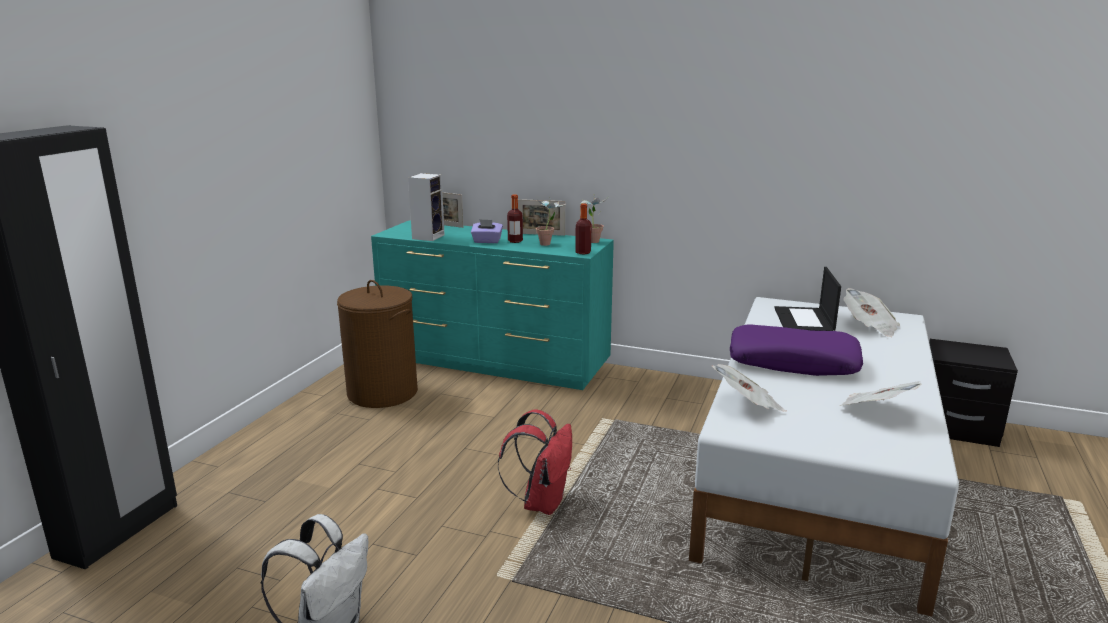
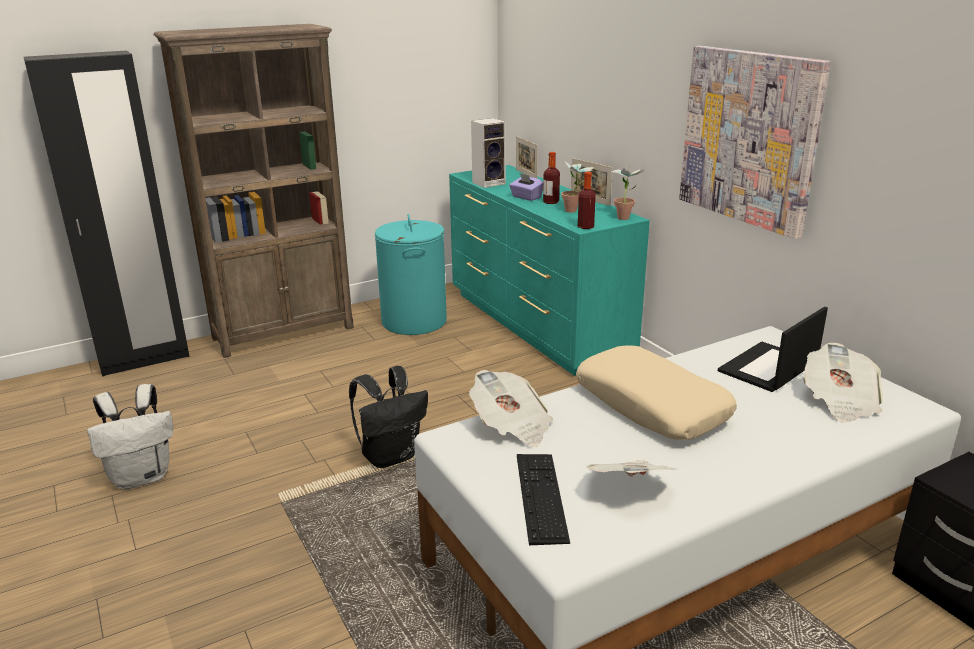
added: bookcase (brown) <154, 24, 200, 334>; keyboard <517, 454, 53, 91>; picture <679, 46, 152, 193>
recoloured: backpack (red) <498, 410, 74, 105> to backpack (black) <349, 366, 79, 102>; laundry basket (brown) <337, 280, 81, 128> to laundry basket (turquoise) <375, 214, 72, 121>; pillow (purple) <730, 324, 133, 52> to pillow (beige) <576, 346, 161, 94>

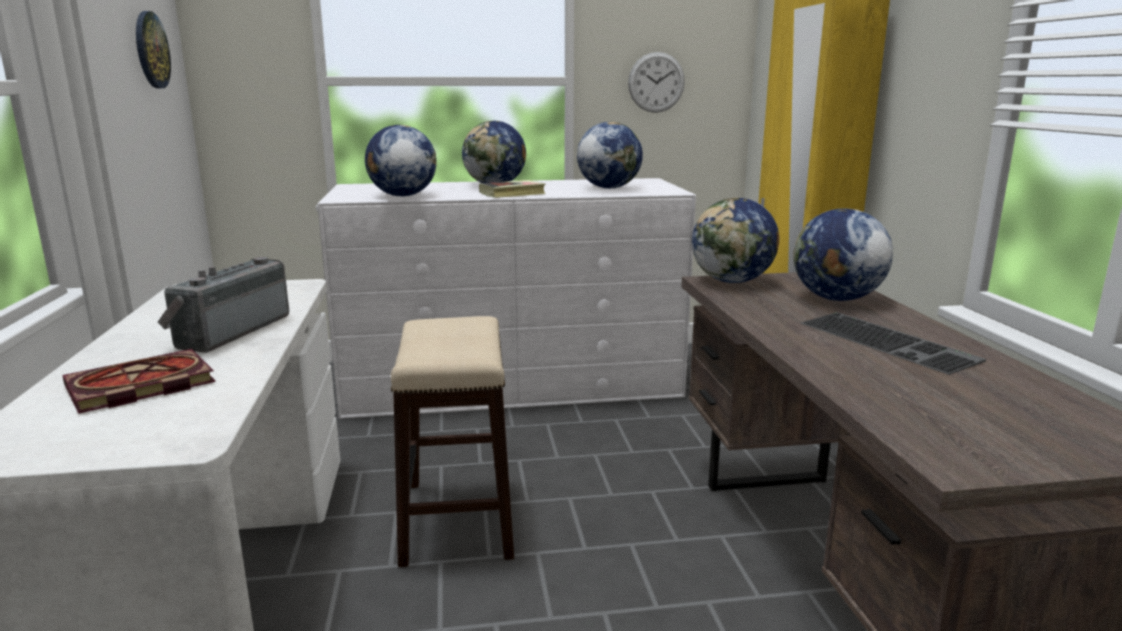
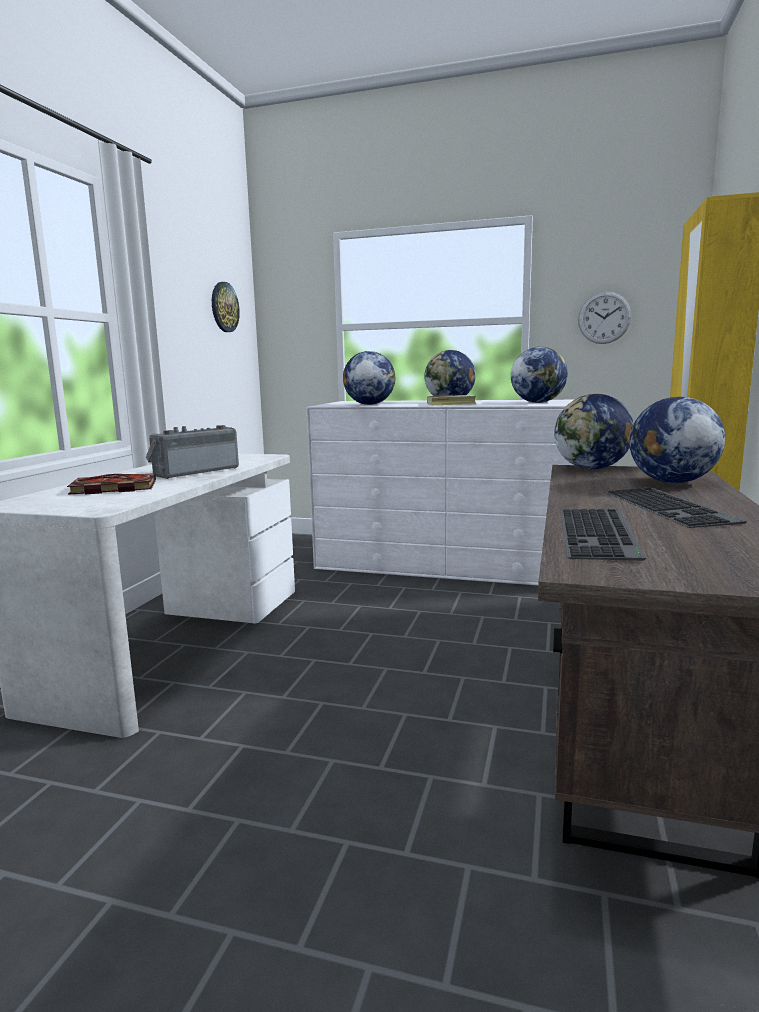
removed: stool <391, 316, 123, 251>
added: keyboard <561, 509, 85, 52>

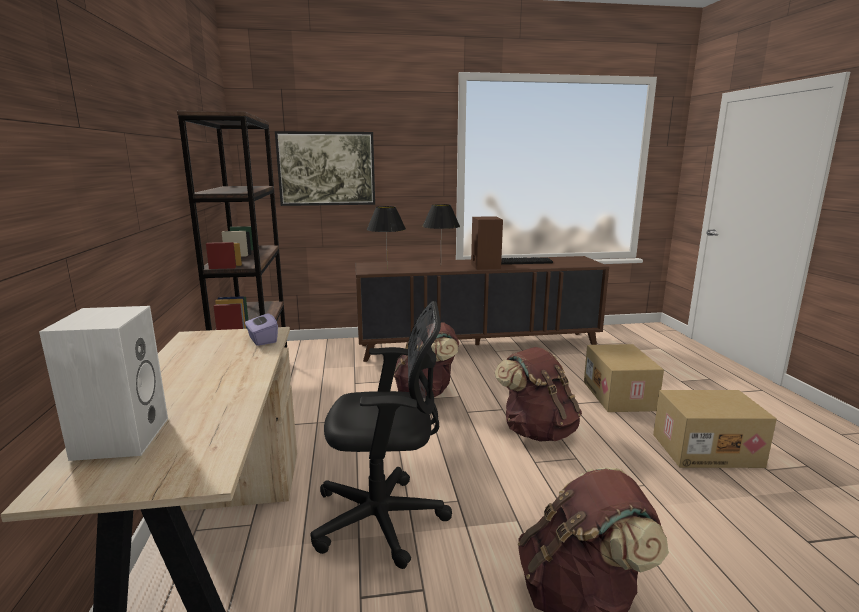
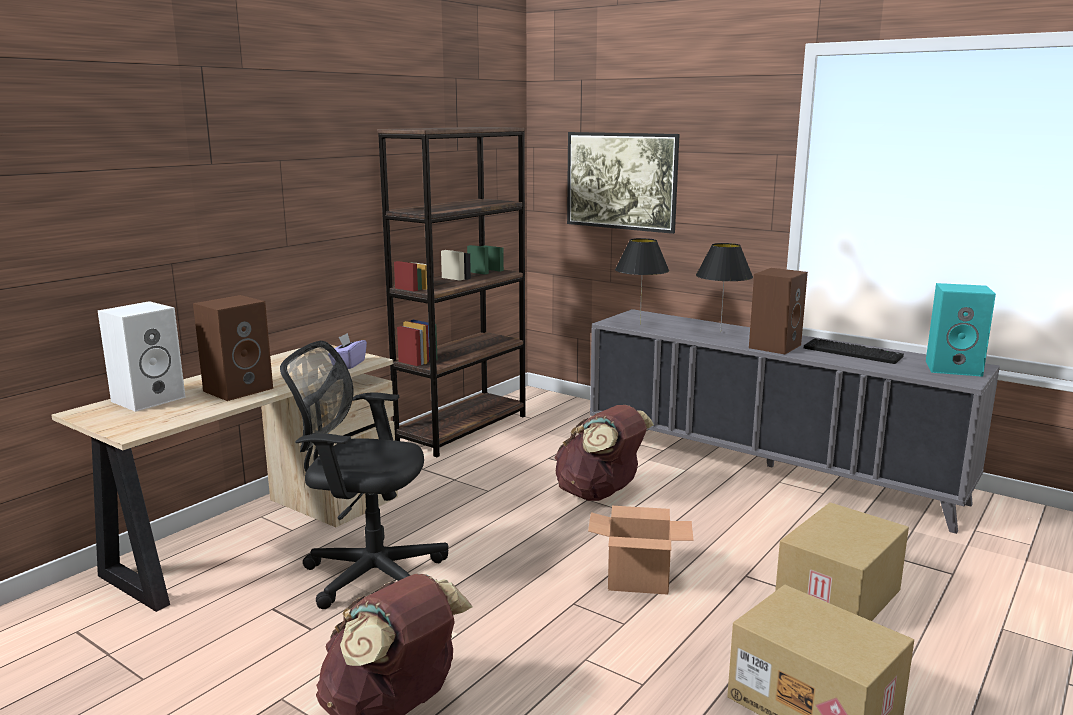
added: speaker (brown) <193, 295, 80, 106>; speaker (turquoise) <926, 283, 70, 94>
replaced: backpack (brown) <495, 347, 87, 94> to cardboard box <588, 506, 106, 89>
recoloured: cabinet (brown) <355, 256, 254, 106> to cabinet (grey) <590, 309, 410, 225>
turned: office chair (black) <310, 301, 142, 268> = <280, 341, 168, 268> 150 degrees clockwise

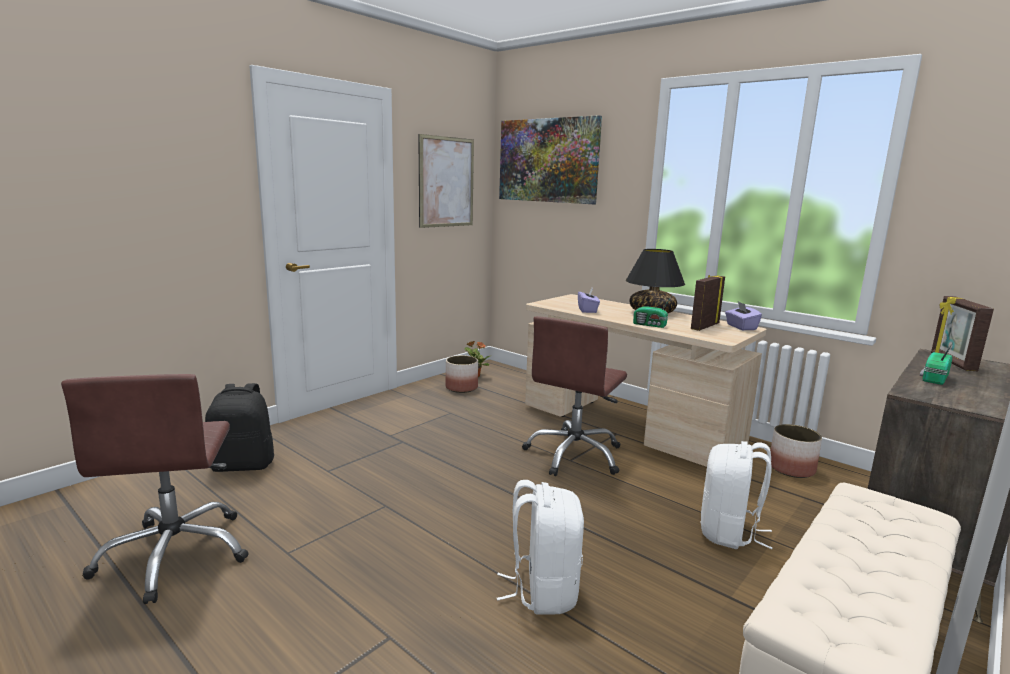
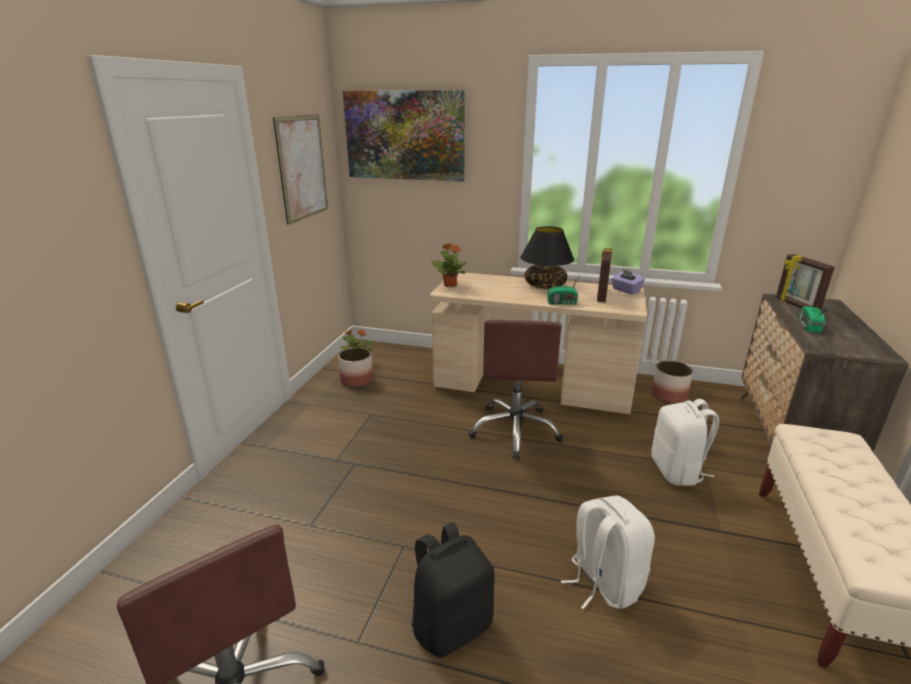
removed: tissue box (purple) <578, 288, 22, 25>
added: potted plant <431, 243, 36, 44>
moved: backpack (black) <205, 383, 69, 89> to <411, 522, 84, 136>

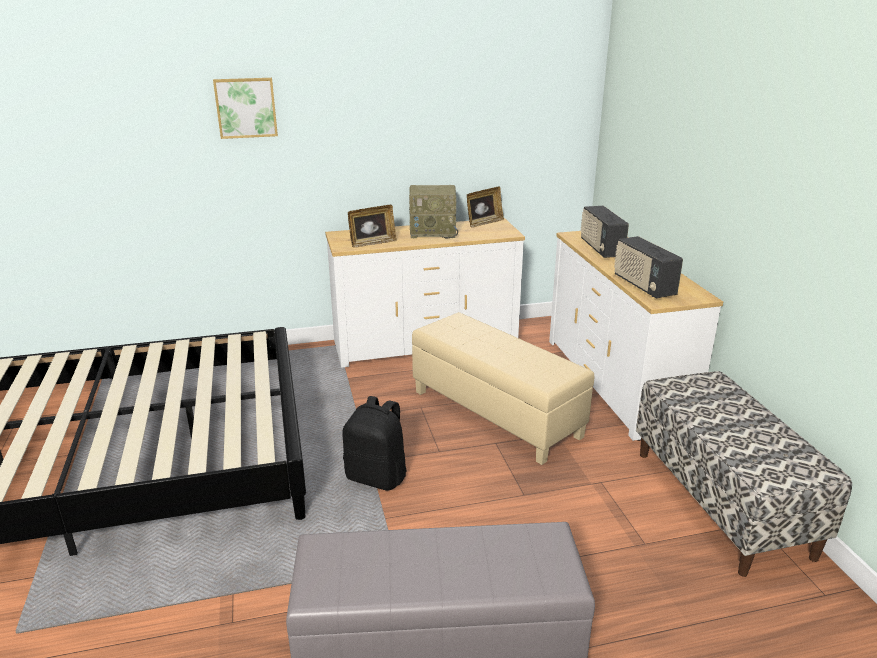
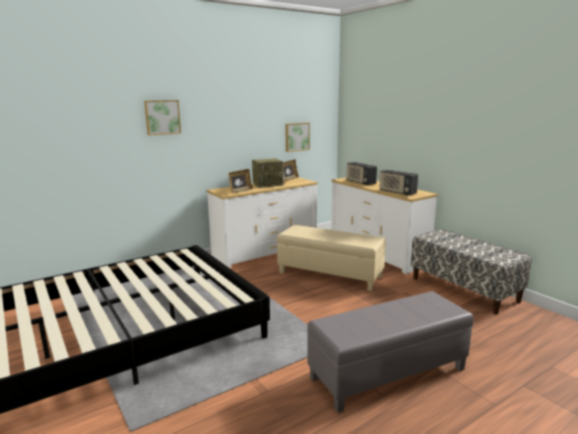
removed: backpack (black) <343, 396, 63, 94>
added: picture <286, 123, 24, 29>

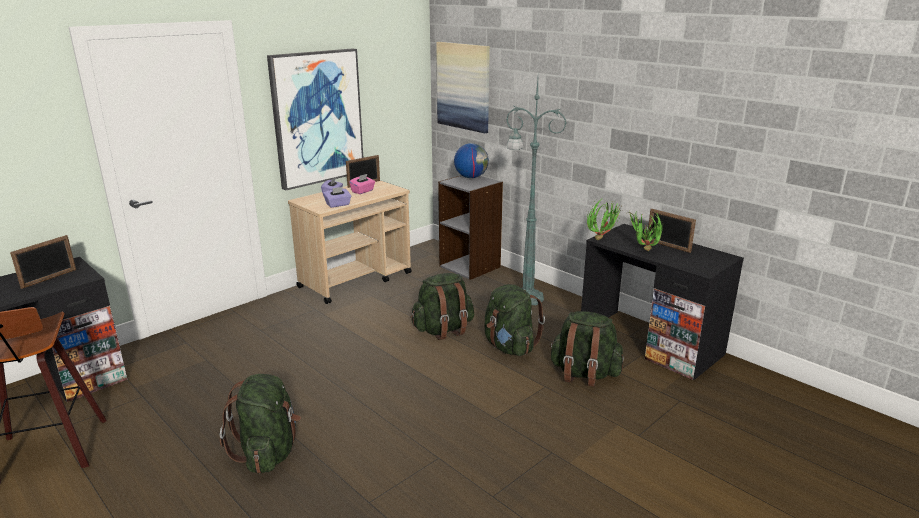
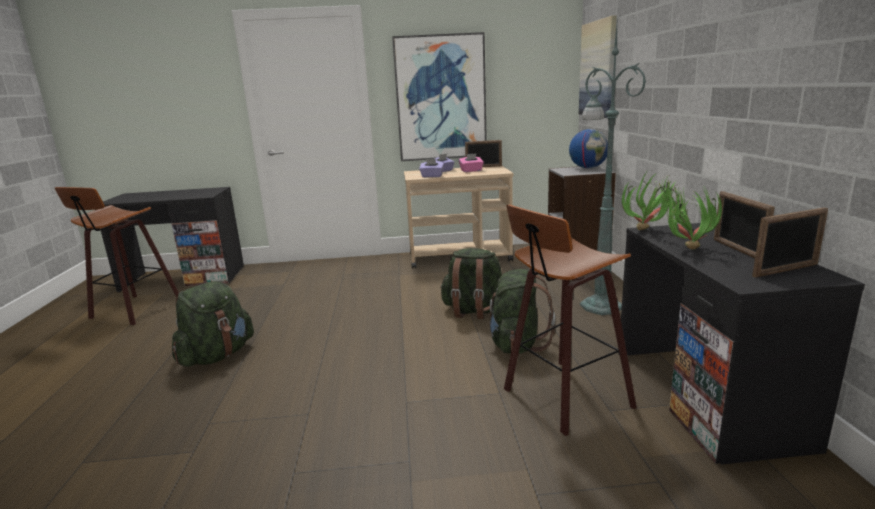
moved: picture frame <10, 235, 66, 54> to <752, 207, 76, 71>
replaced: backpack (green) <550, 311, 74, 76> to stool <504, 205, 133, 231>

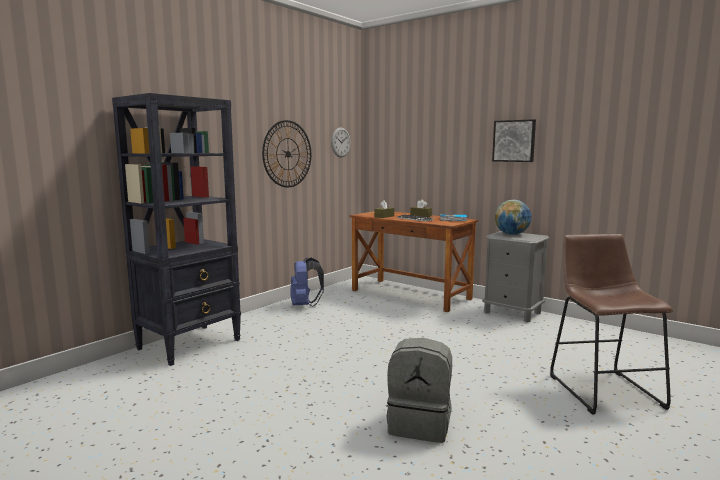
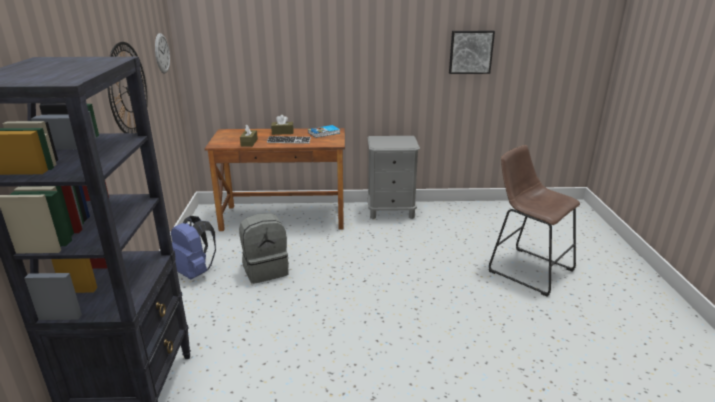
removed: globe <495, 200, 36, 35>
moved: backpack (grey) <387, 338, 65, 105> to <239, 213, 50, 71>; picture <492, 119, 44, 43> to <449, 31, 46, 43>

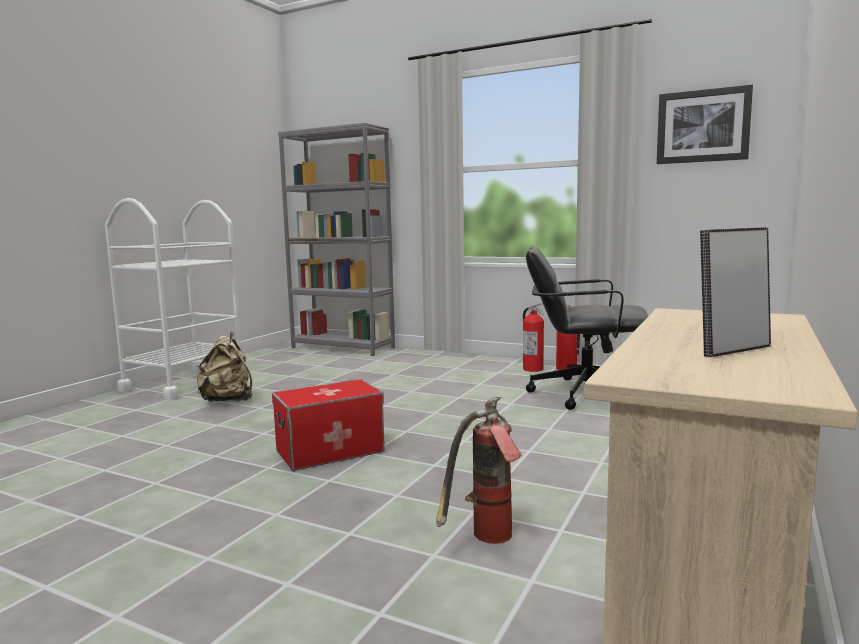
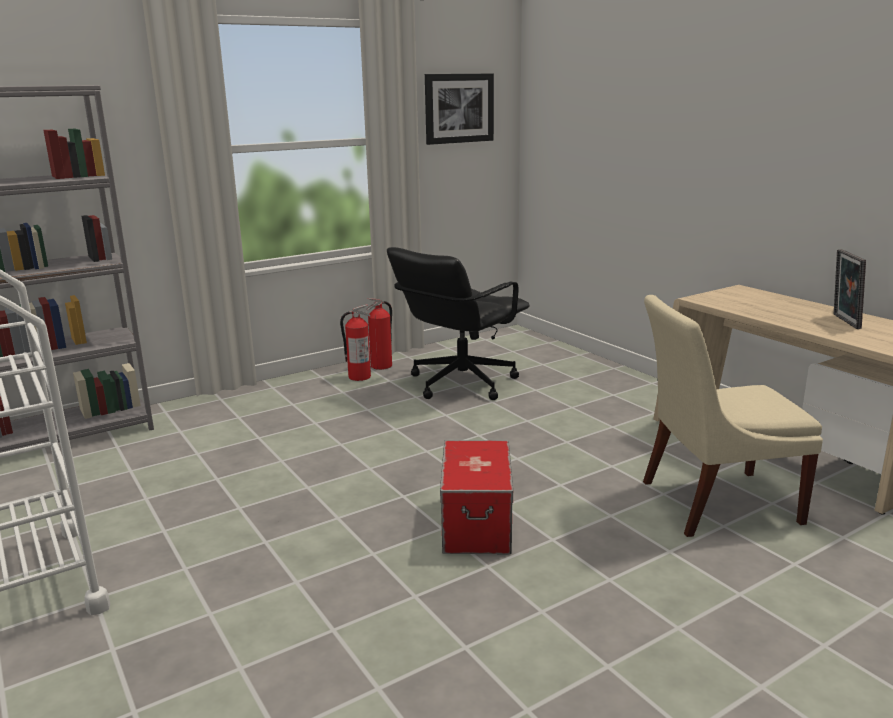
removed: backpack (beige) <197, 332, 55, 70>
replaced: fire extinguisher <436, 397, 86, 147> to chair (beige) <643, 295, 180, 242>

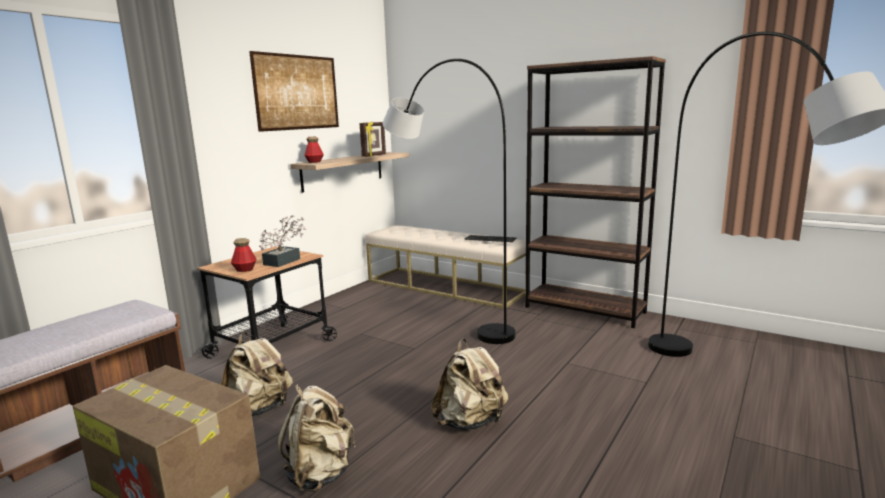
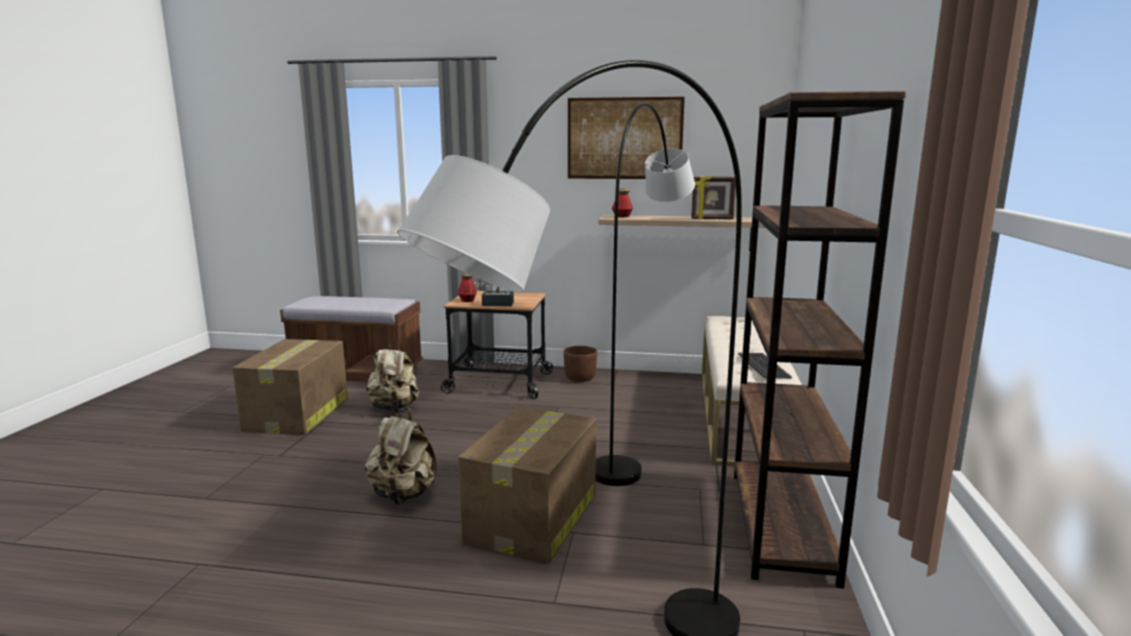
removed: backpack (beige) <277, 384, 79, 108>
added: cardboard box <458, 407, 138, 157>; planter (brown) <564, 346, 33, 36>

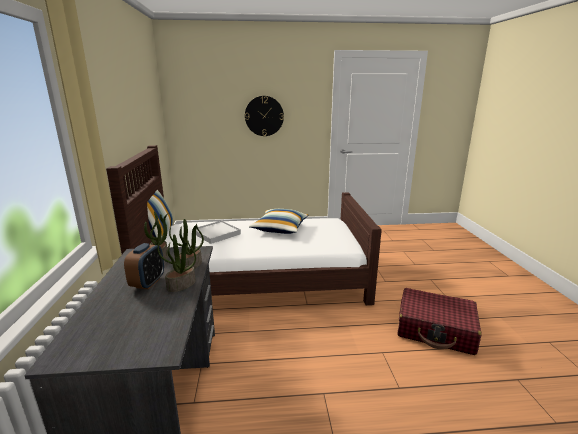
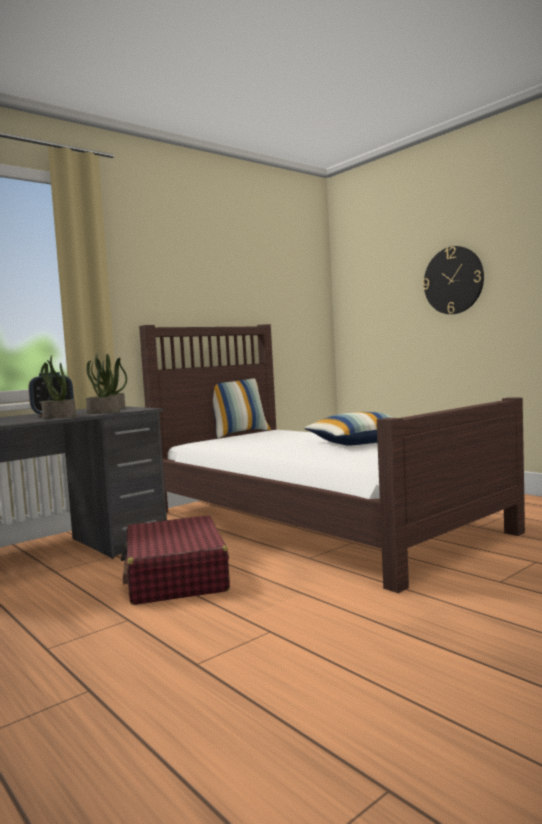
removed: tray (white) <192, 220, 49, 24>
moved: suitcase (red) <397, 288, 85, 67> to <121, 515, 109, 90>

